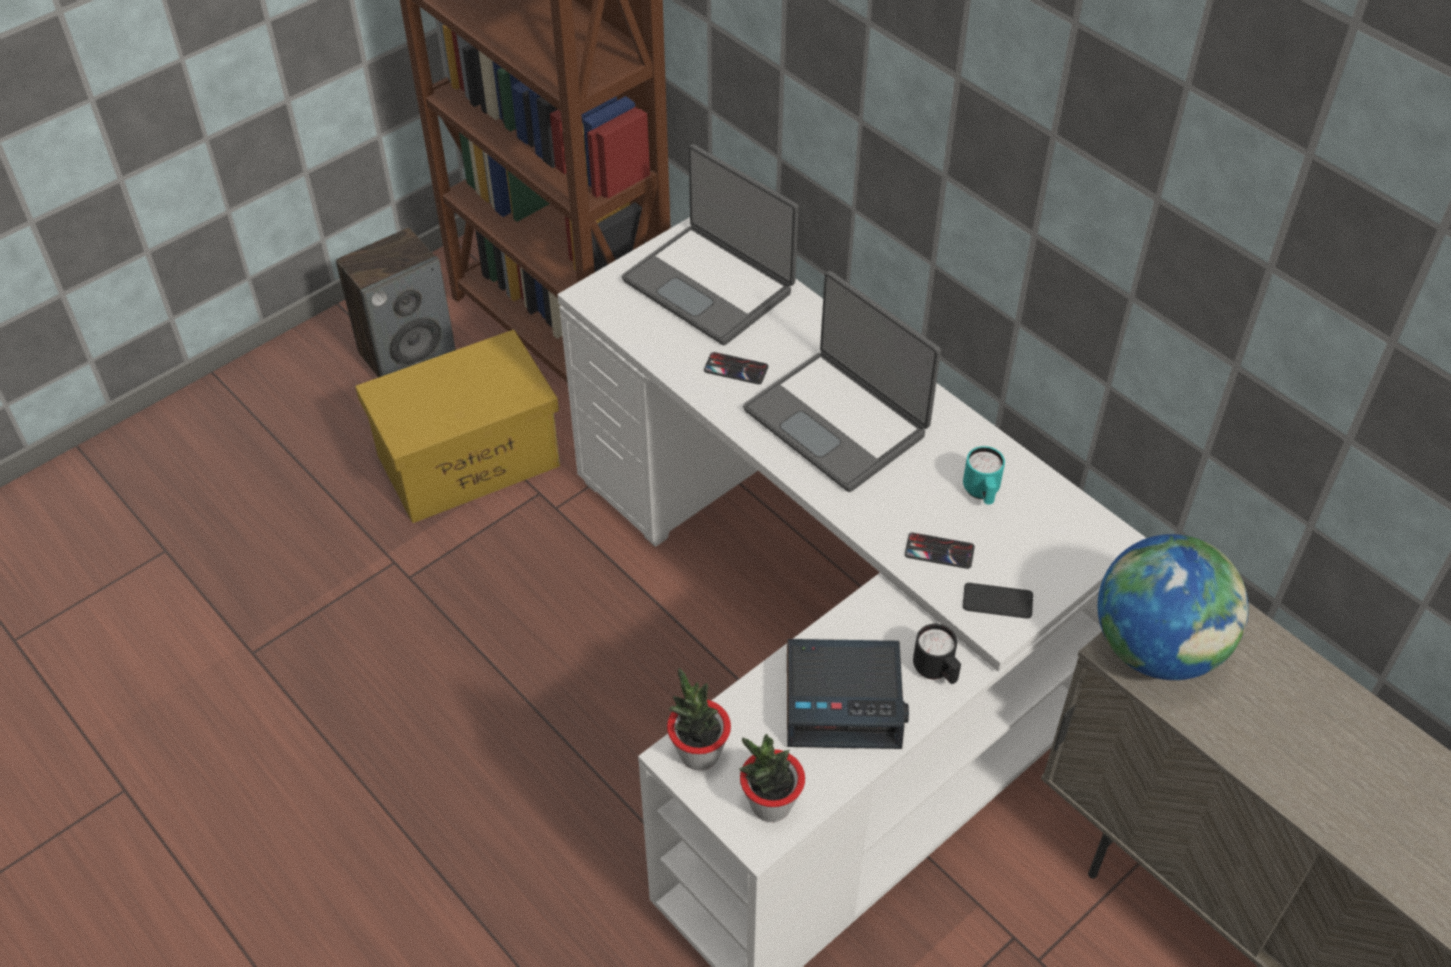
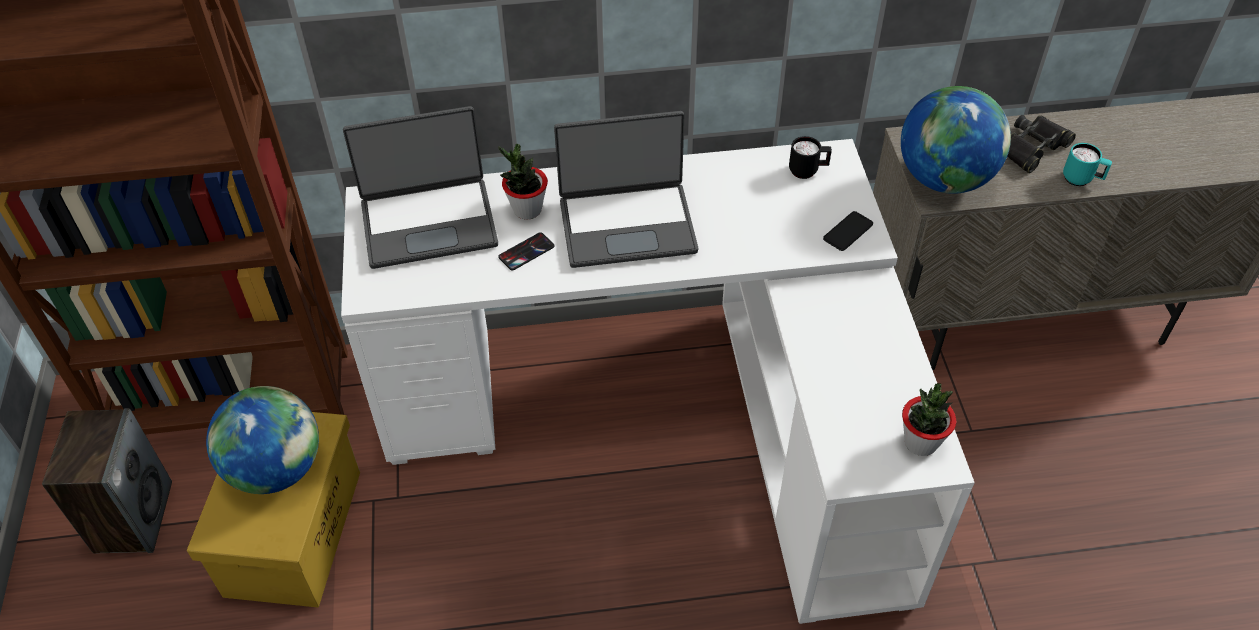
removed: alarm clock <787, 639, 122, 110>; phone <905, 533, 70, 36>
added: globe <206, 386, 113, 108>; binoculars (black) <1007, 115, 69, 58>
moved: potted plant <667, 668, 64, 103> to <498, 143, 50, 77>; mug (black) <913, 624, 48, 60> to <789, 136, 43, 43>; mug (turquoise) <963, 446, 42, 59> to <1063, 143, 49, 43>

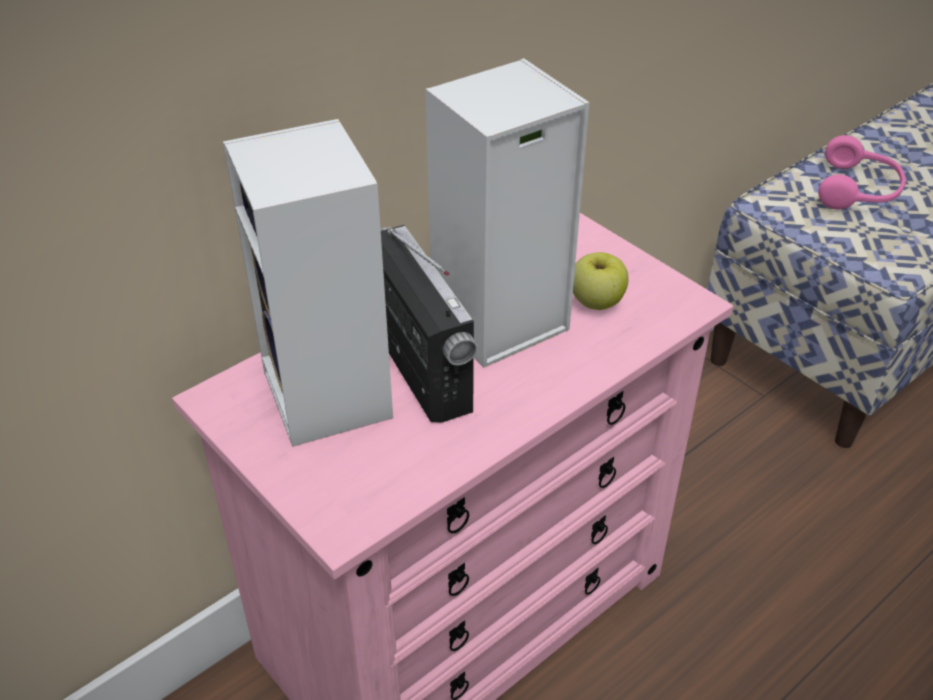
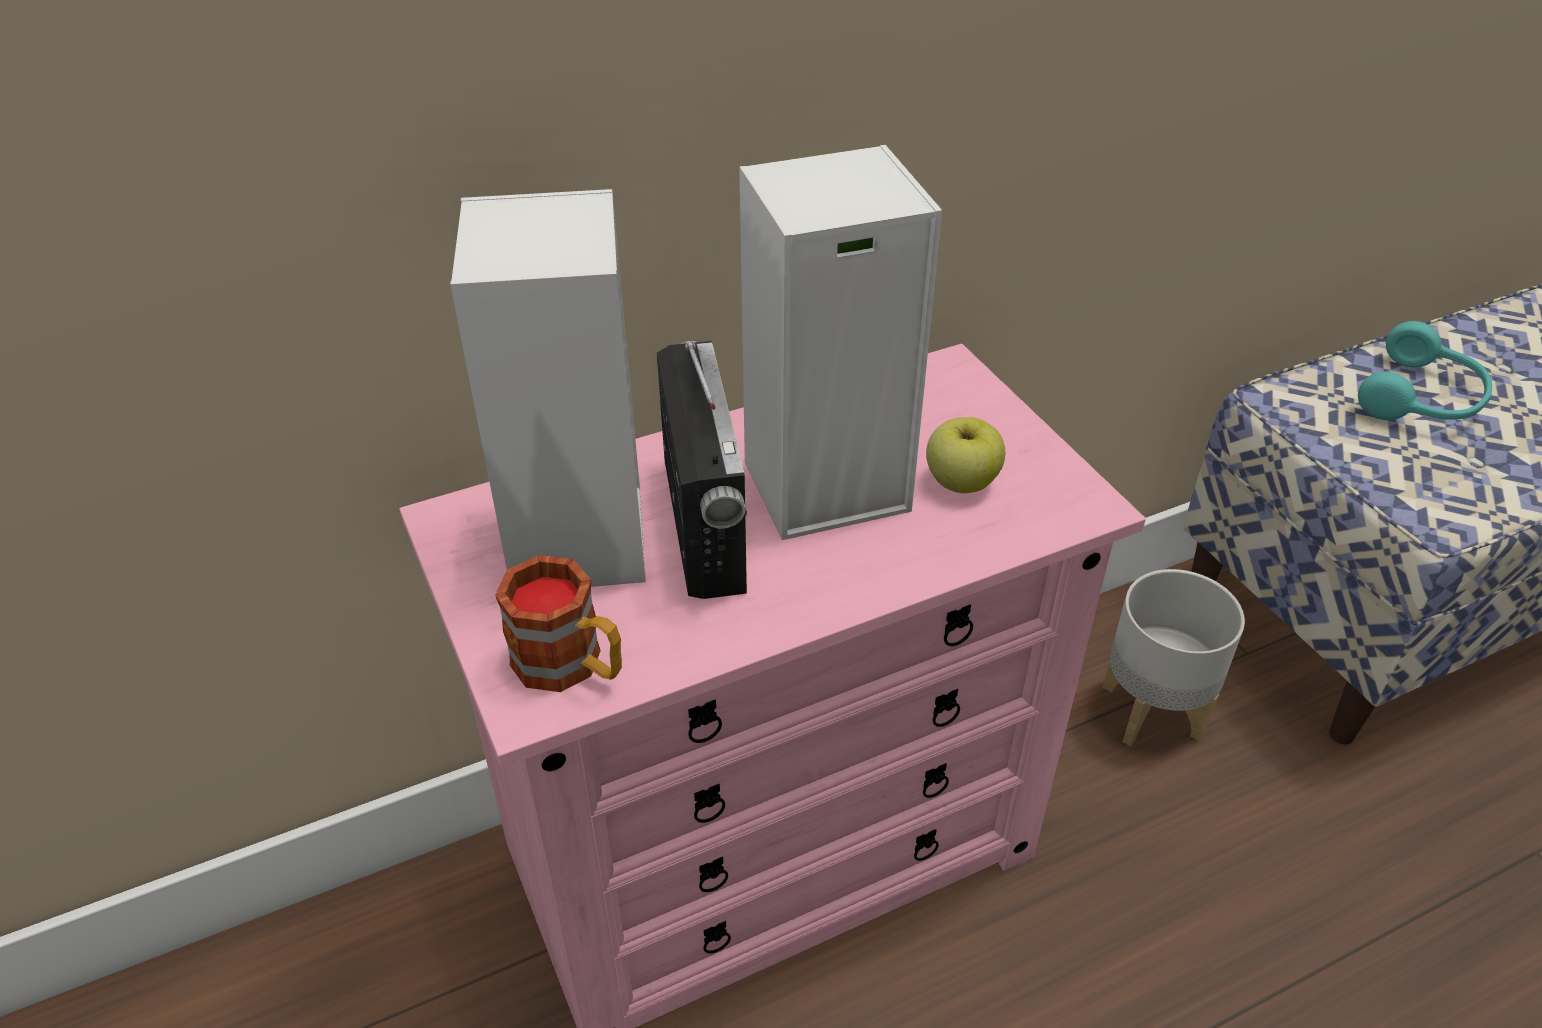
added: mug <495, 555, 127, 137>; planter (grey) <1103, 569, 142, 177>
recoloured: headphones (pink) <818, 135, 88, 75> to headphones (turquoise) <1358, 321, 134, 99>

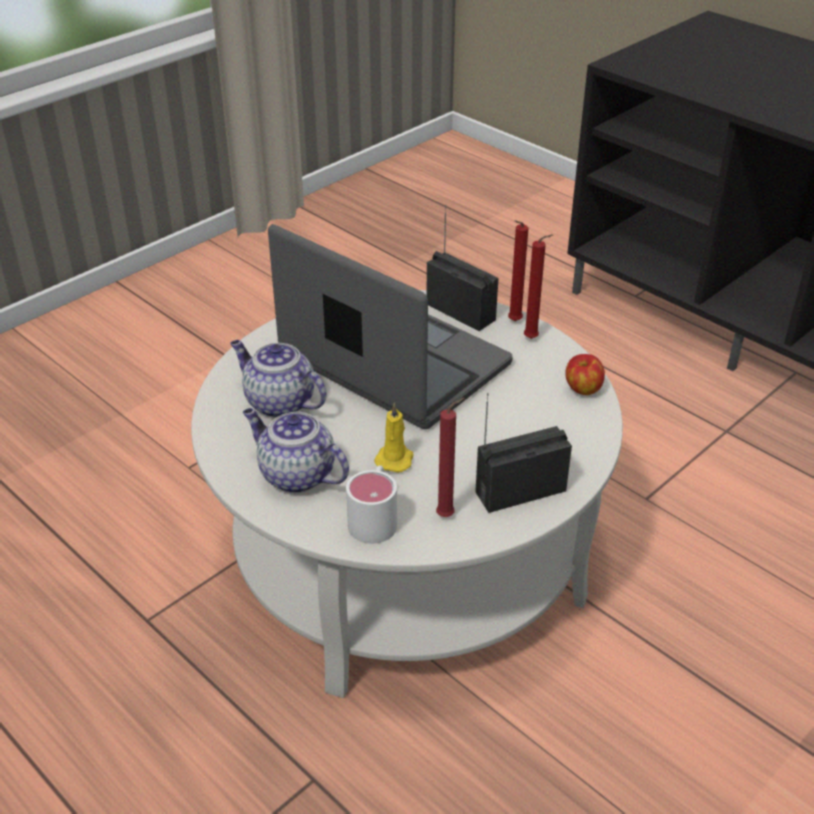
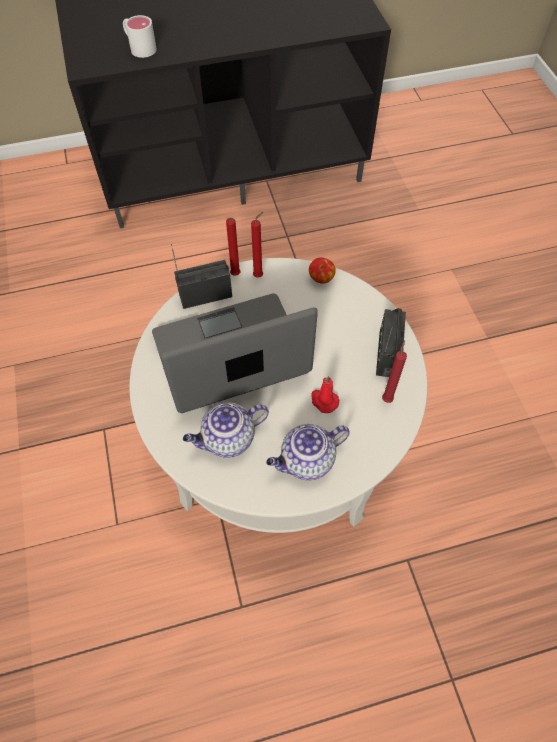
moved: mug (white) <346, 465, 51, 79> to <123, 15, 34, 43>
recoloured: candle (yellow) <374, 402, 39, 71> to candle (red) <311, 376, 28, 37>

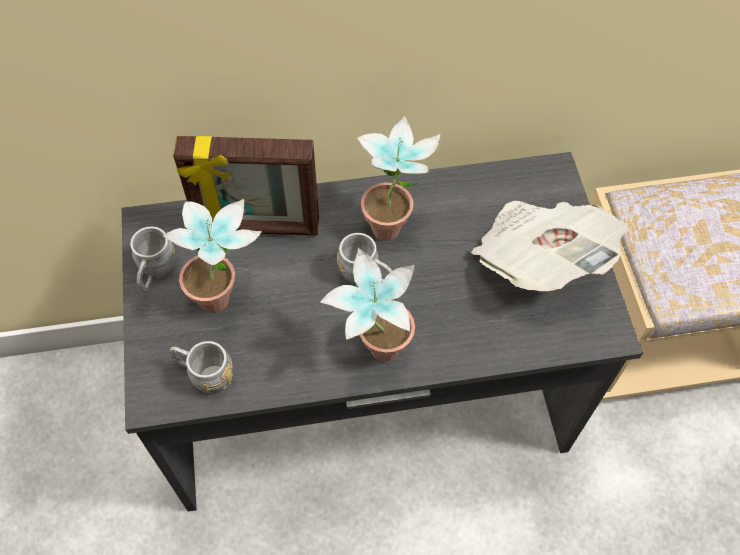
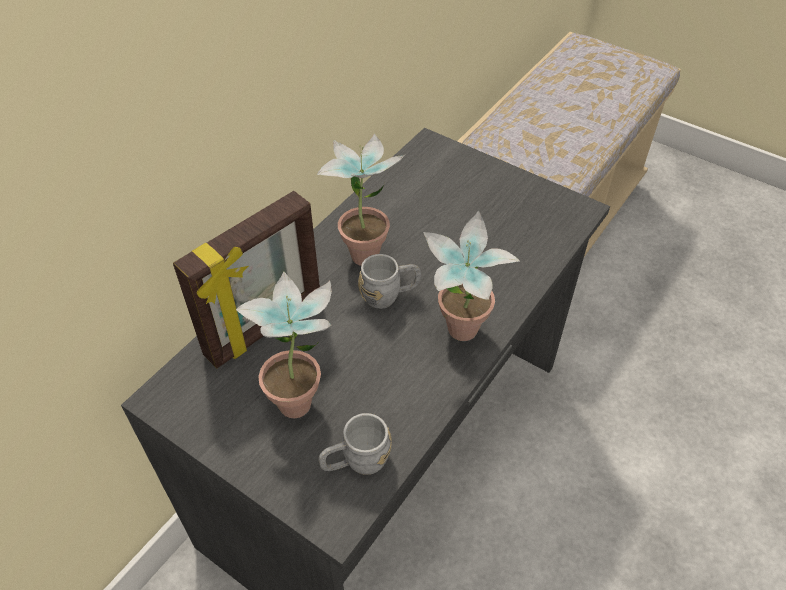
removed: mug (grey) <130, 227, 45, 66>; newspaper <471, 200, 157, 91>

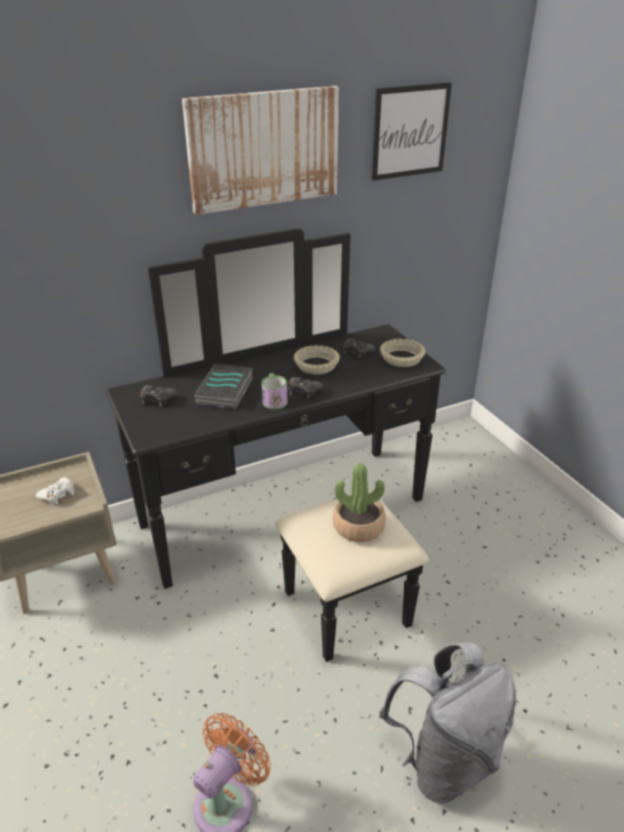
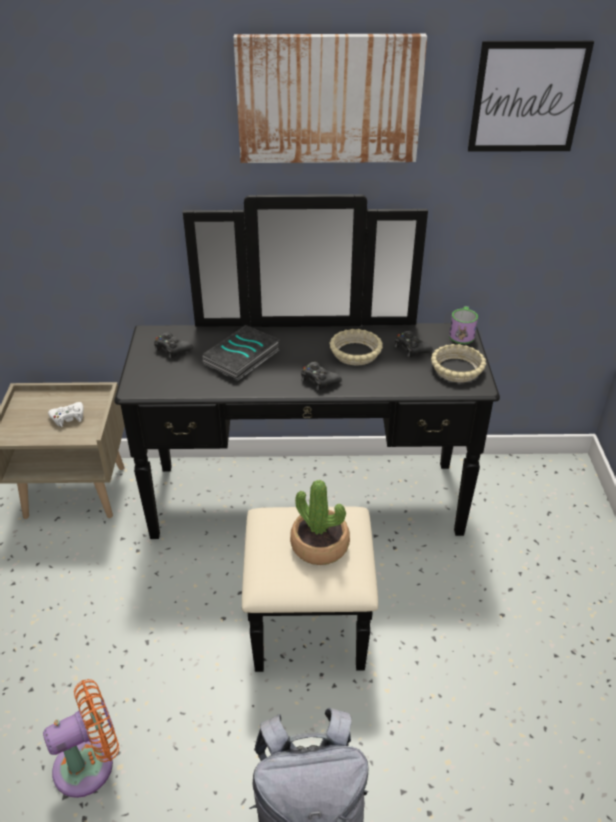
moved: mug <262, 373, 25, 37> to <449, 306, 29, 38>

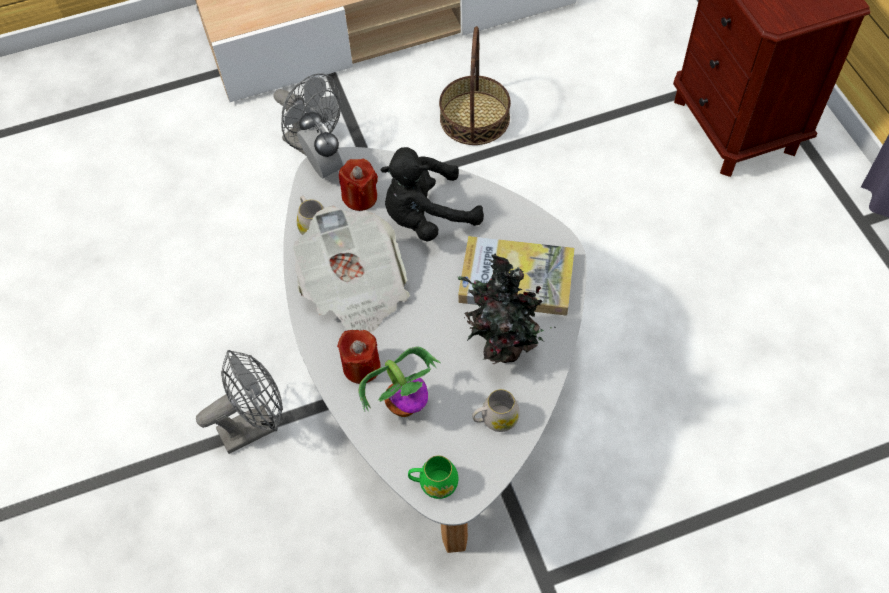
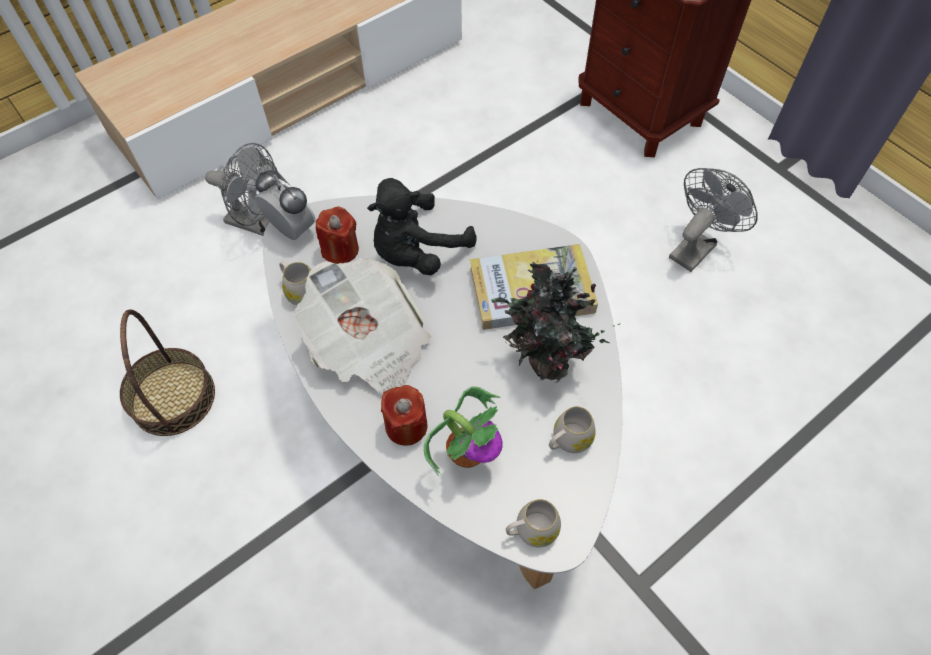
moved: basket <439, 26, 72, 119> to <120, 309, 95, 127>; fan (grey) <196, 350, 87, 104> to <669, 168, 89, 104>
recoloured: mug (green) <408, 455, 51, 44> to mug (white) <506, 499, 55, 49>

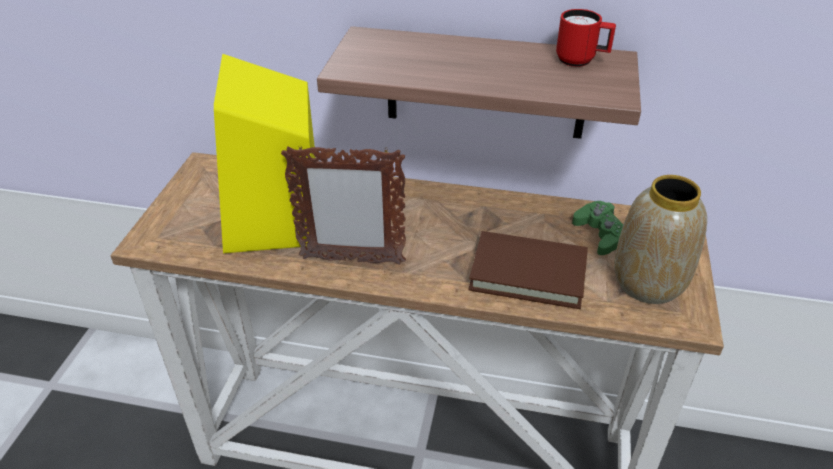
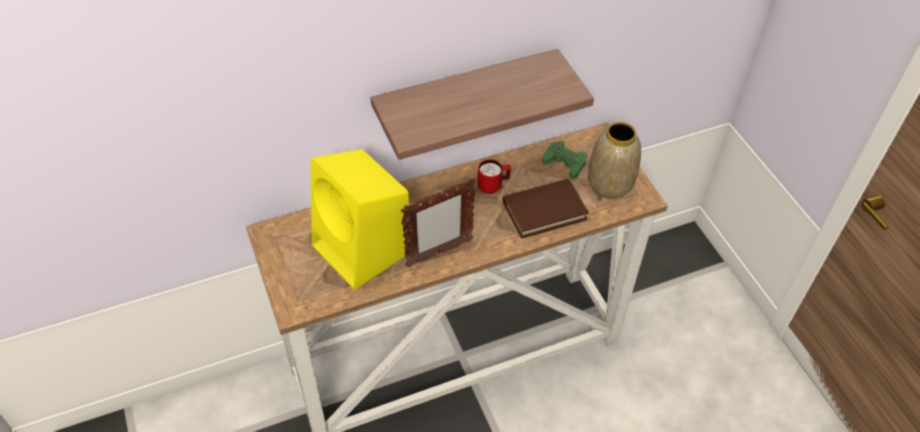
moved: mug (red) <556, 9, 60, 58> to <478, 159, 33, 35>

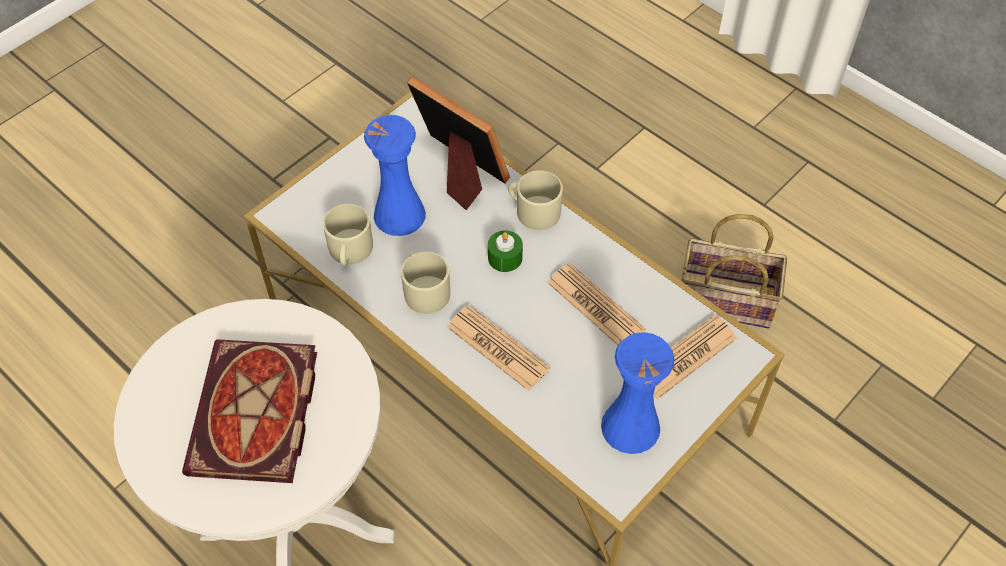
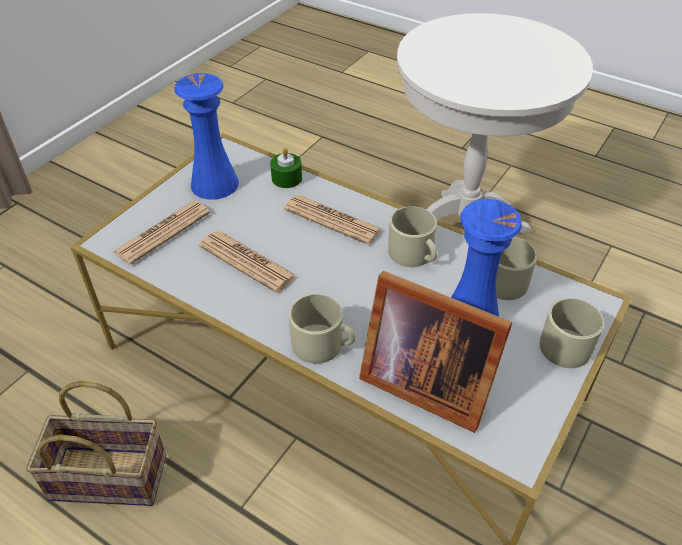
removed: book <182, 339, 135, 144>
added: mug (beige) <540, 298, 64, 70>
moved: candle (green) <488, 230, 35, 42> to <270, 148, 32, 40>

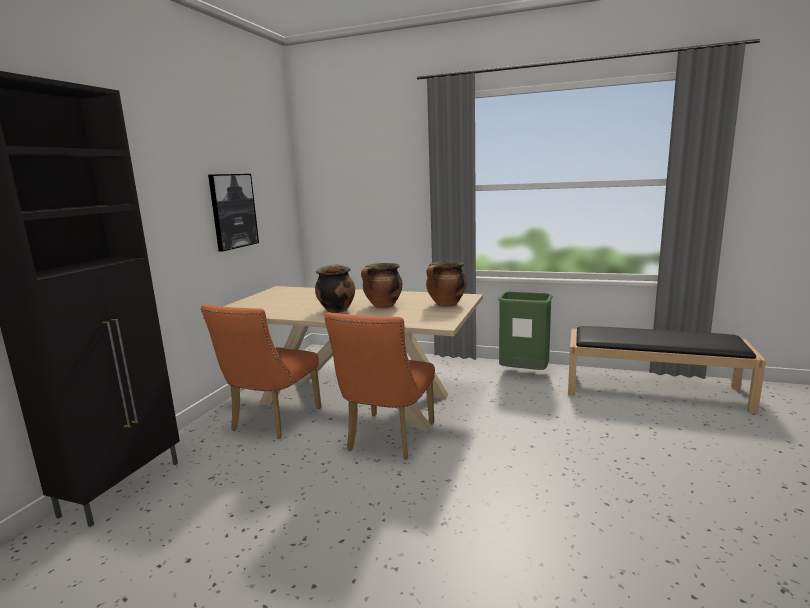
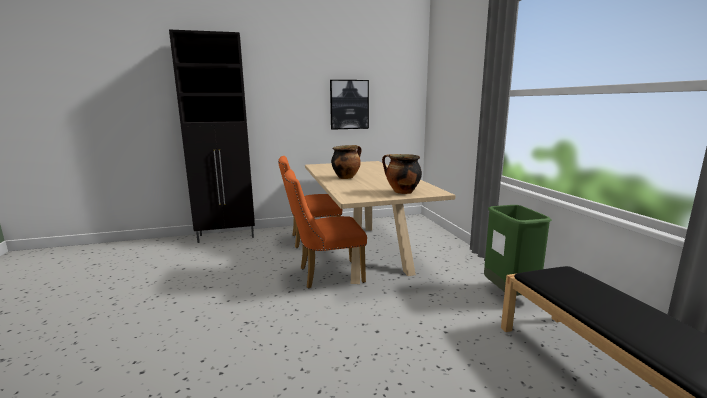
removed: cooking pot <361, 263, 41, 45>

